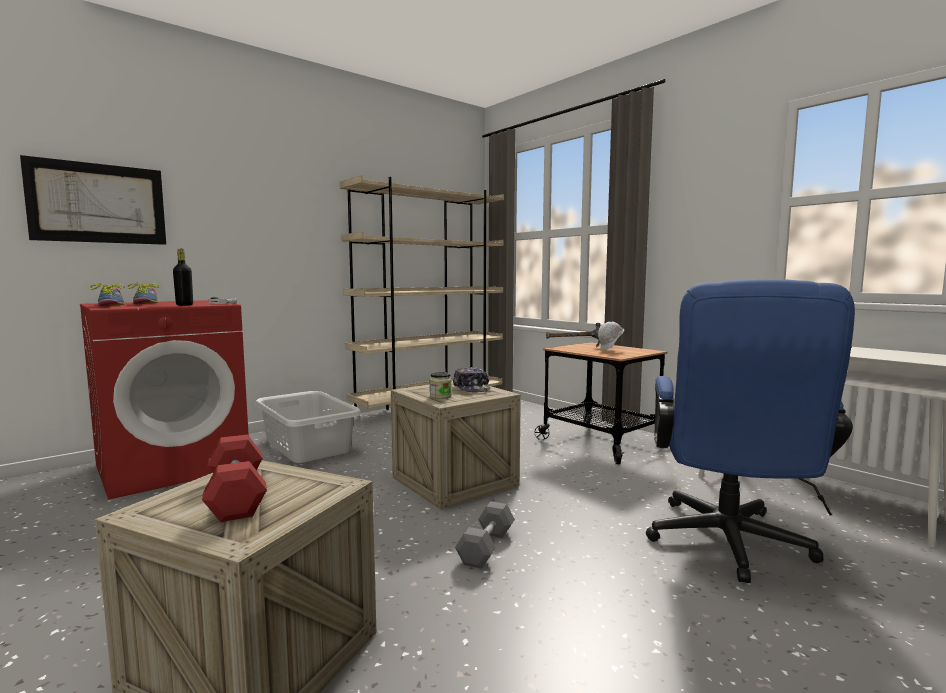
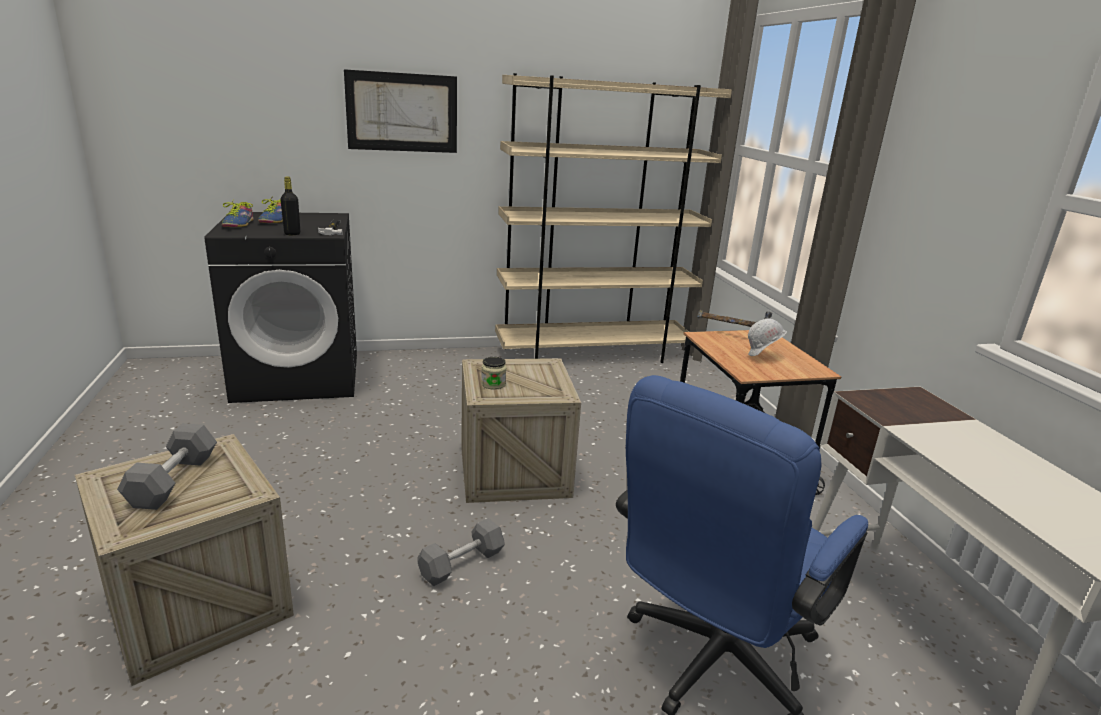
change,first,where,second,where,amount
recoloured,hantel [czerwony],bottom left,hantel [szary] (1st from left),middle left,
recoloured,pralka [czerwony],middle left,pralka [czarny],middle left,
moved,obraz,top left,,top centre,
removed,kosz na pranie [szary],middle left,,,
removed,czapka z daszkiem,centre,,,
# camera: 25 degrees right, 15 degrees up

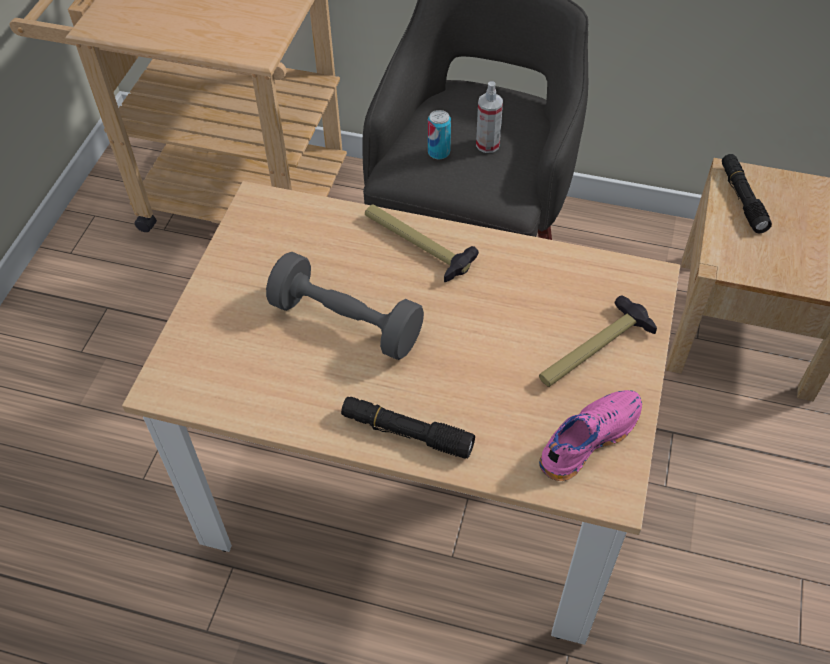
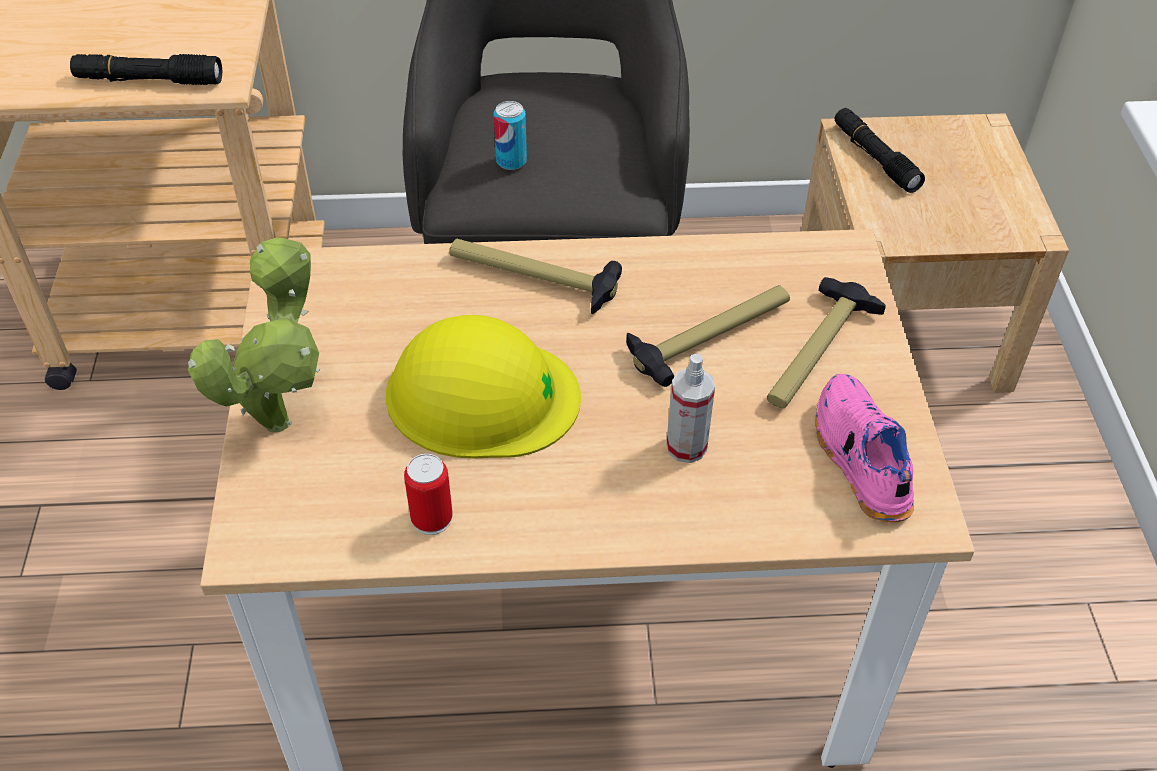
change,first,where,second,where,amount
moved,latarka [czarny] (1st from left),centre,,top left,
added,,,roślina doniczkowa,middle left,
replaced,hantel [szary],centre,kask [żółty],centre,
added,,,puszka (1st from left),centre,
added,,,młotek (2nd from left),centre,
moved,spryskiwacz,top centre,,centre,
turned,but [różowy],middle right,,middle right,45 degrees counterclockwise
# camera: 20 degrees left, 5 degrees down

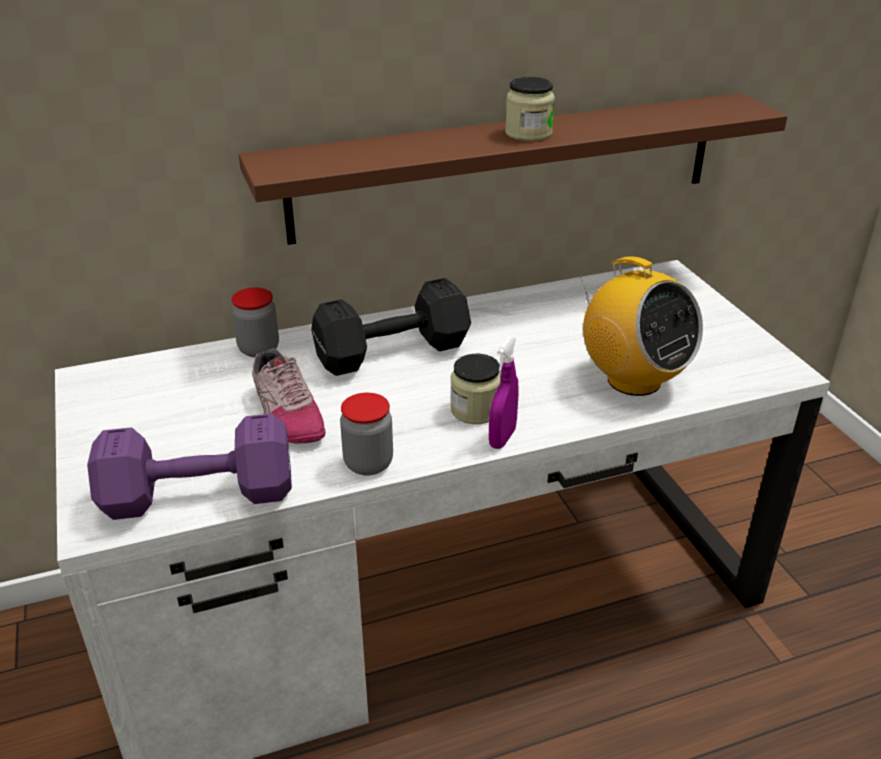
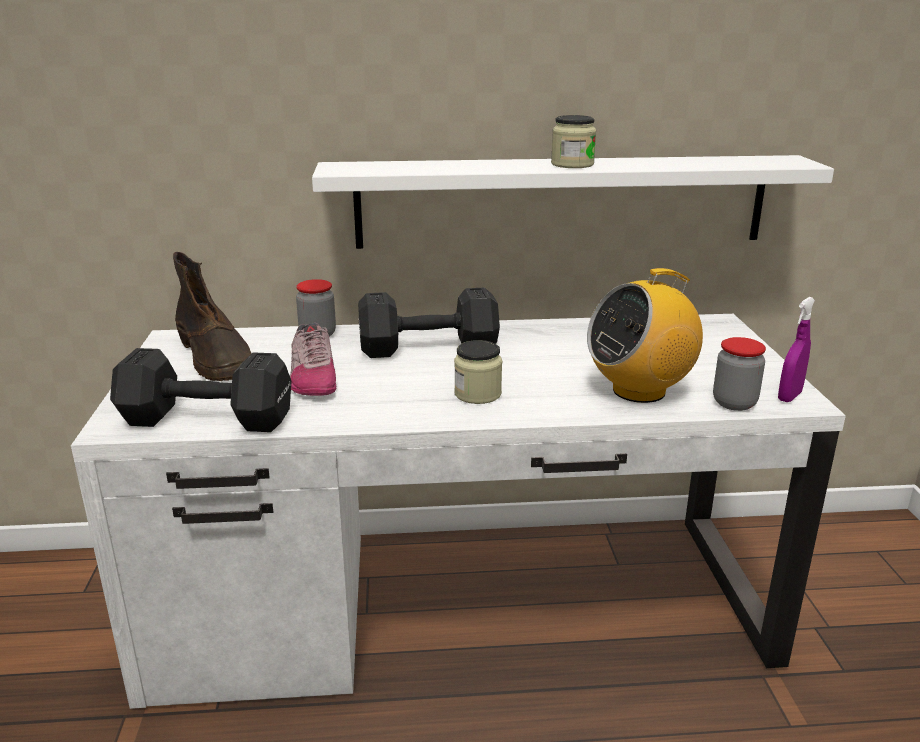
change,first,where,second,where,amount
recoloured,hantel [fioletowy],middle left,hantel [czarny] (1st from left),middle left,
added,,,but z cholewką [brązowy],middle left,
recoloured,półka [brązowy],top centre,półka [biały],top centre,
turned,radio,middle right,,middle right,90 degrees clockwise
moved,słoik (2nd from left in the first image),centre,słoik (4th from left),middle right,
moved,spryskiwacz [fioletowy],centre,,middle right,
# camera: 15 degrees right, 10 degrees down

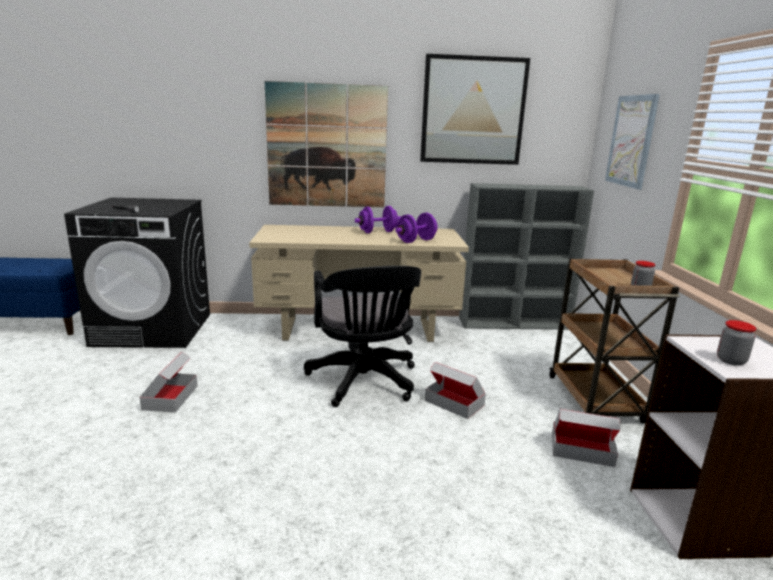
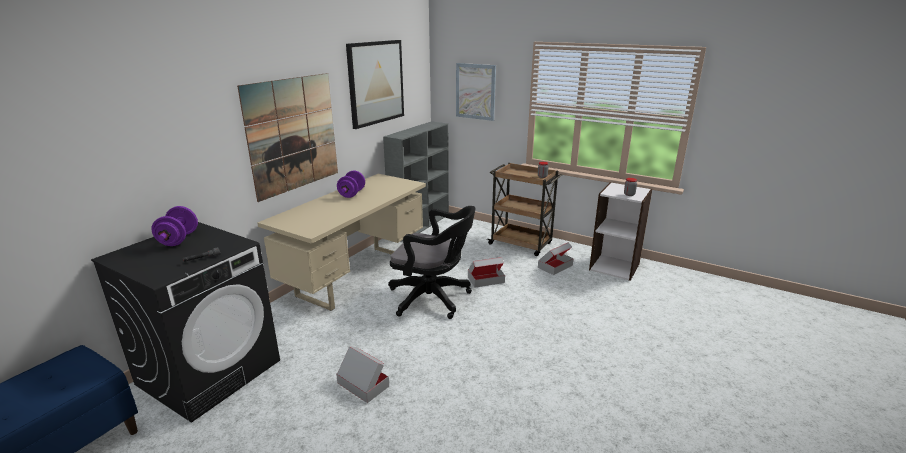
change,first,where,second,where,amount
moved,hantel [fioletowy] (2nd from left in the first image),centre,hantel [fioletowy] (1st from left),middle left,
# camera: 55 degrees left, 5 degrees up

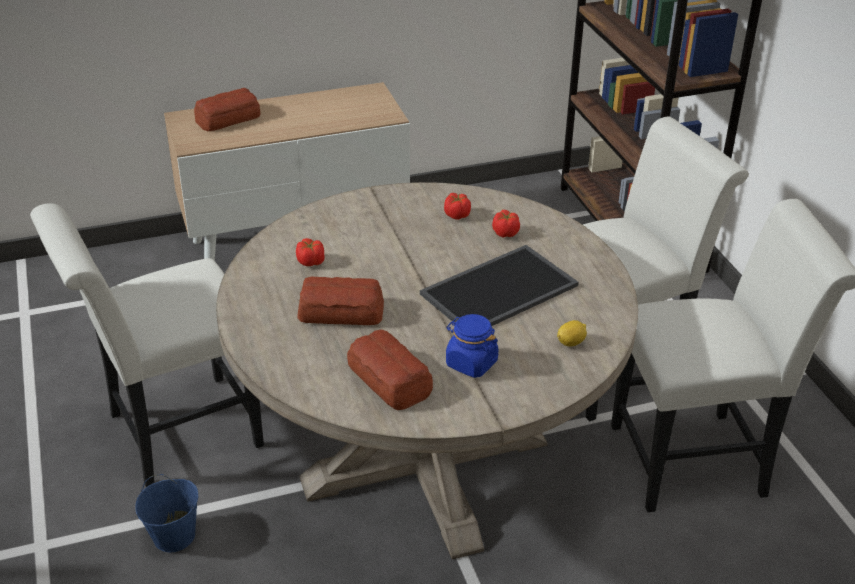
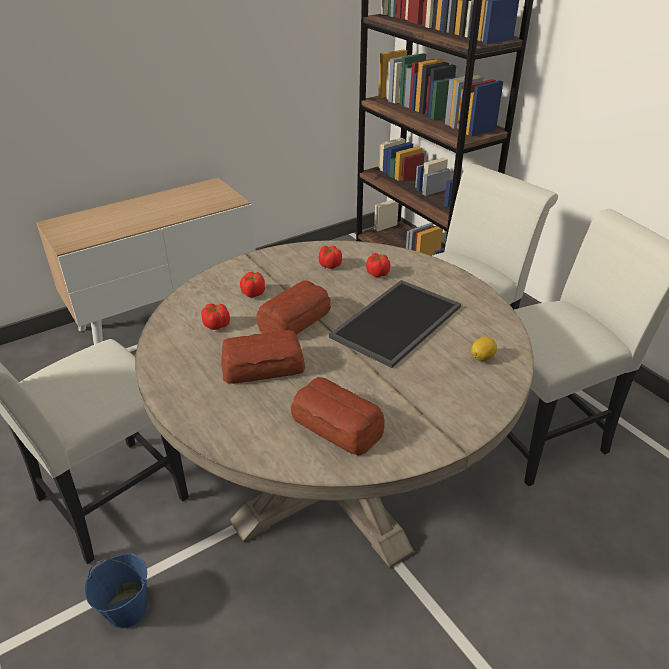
change,first,where,second,where,amount
added,,,pomidor (2nd from left),centre,
moved,chleb (1st from left in the first image),top left,chleb (2nd from left),centre,
removed,słoik [niebieski],centre,,,
# camera: 15 degrees left, 0 degrees up

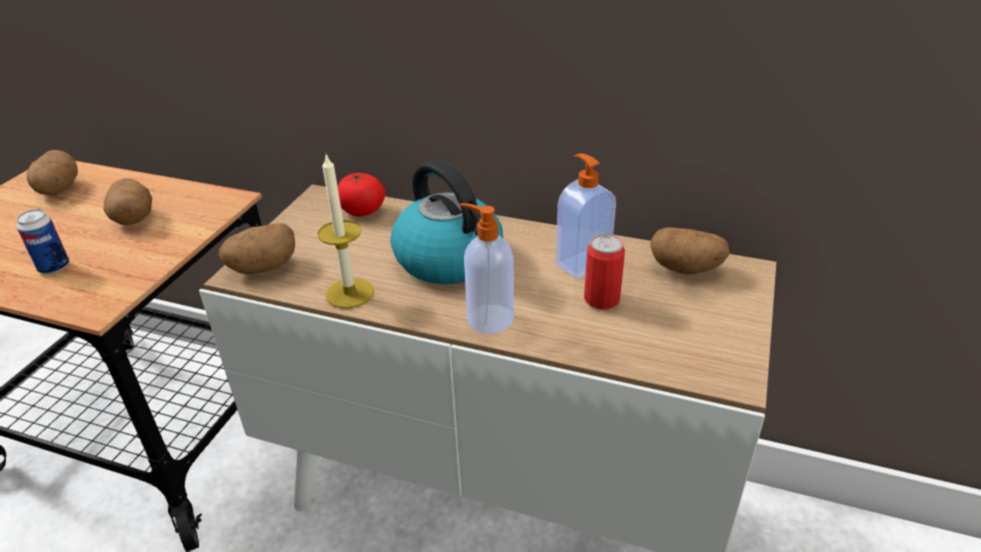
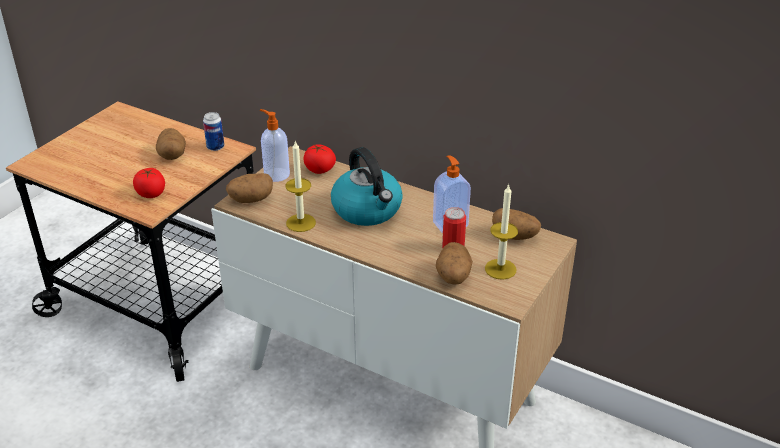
change,first,where,second,where,amount
added,,,pomidor (1st from left),middle left,
moved,puszka (1st from left),middle left,,top left,
moved,dozownik mydła (1st from left),centre,,top centre,
moved,ziemniak (1st from left in the first image),top left,ziemniak (3rd from left),centre,
added,,,świeca (2nd from left),centre,
# camera: 10 degrees right, 0 degrees up

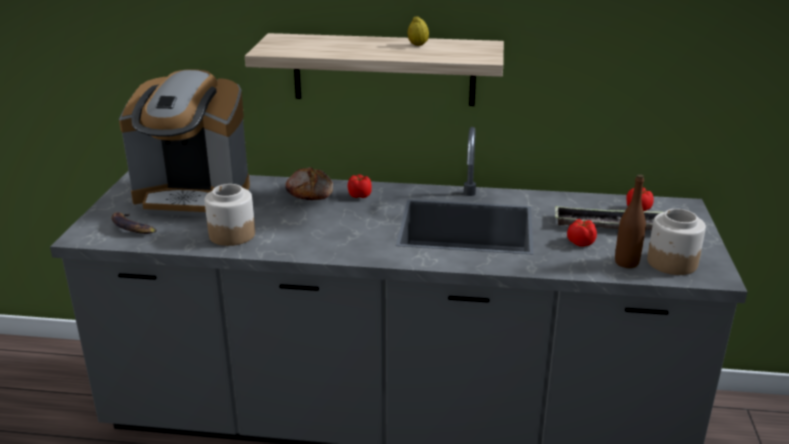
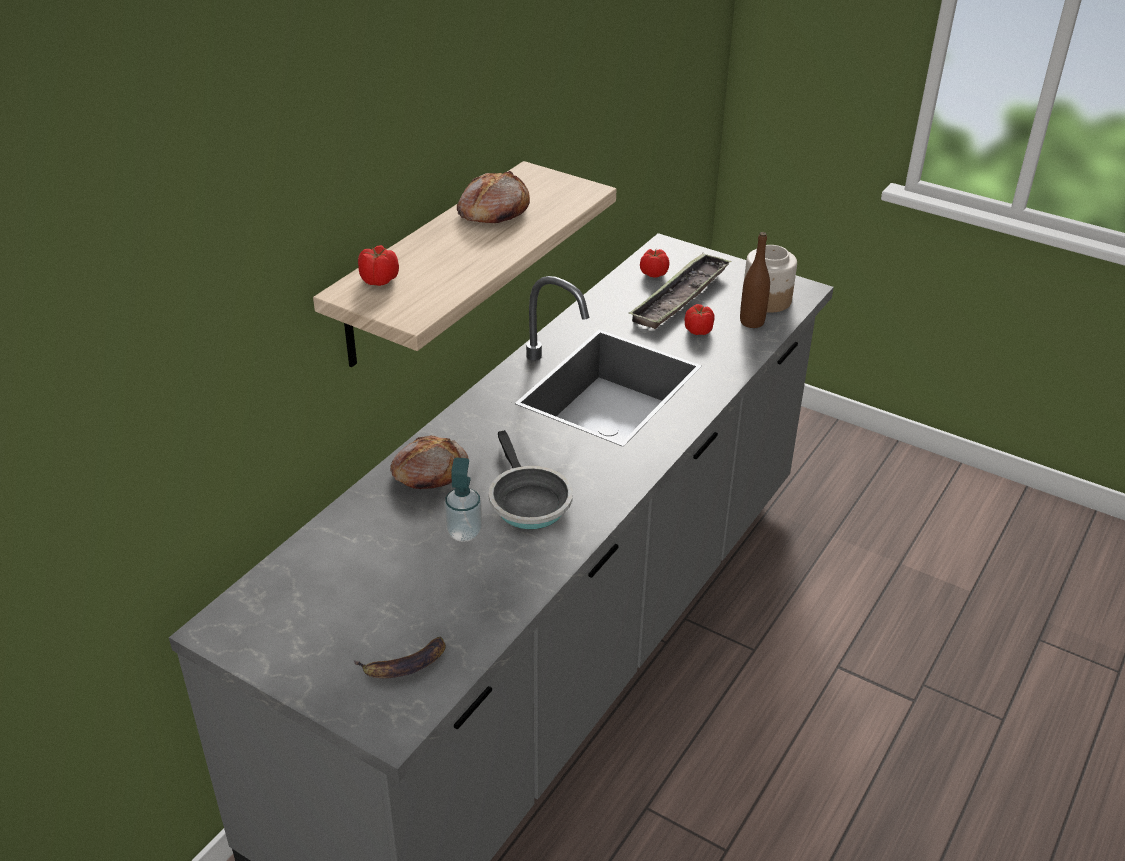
change,first,where,second,where,amount
moved,pomidor (1st from left),centre,,top centre,
added,,,dozownik mydła,centre,
replaced,cytryna,top centre,chleb (2nd from left),top centre,
added,,,patelnia,centre,
removed,ekspres do kawy,top left,,,
removed,słoik (1st from left),middle left,,,
# camera: 65 degrees left, 10 degrees up

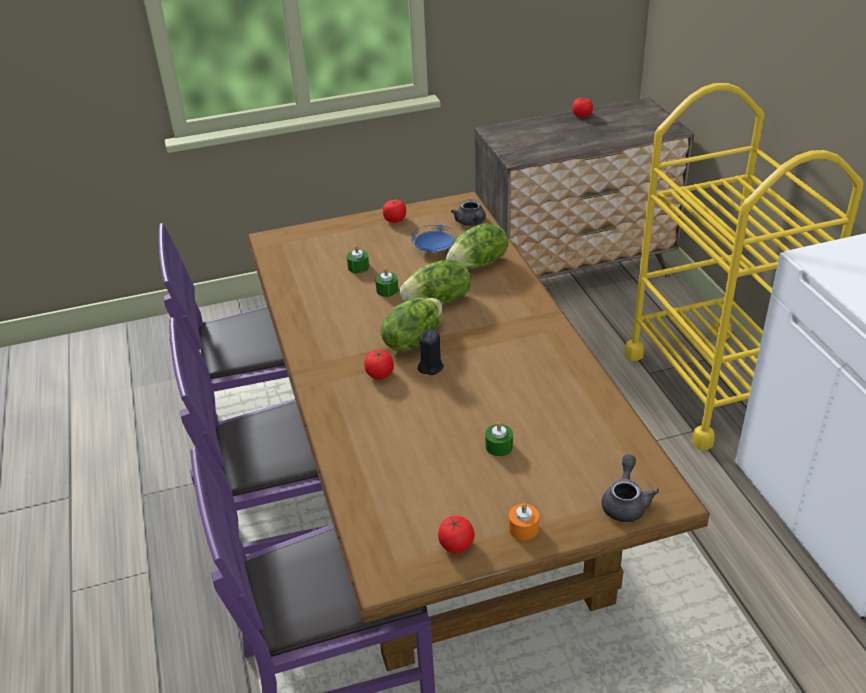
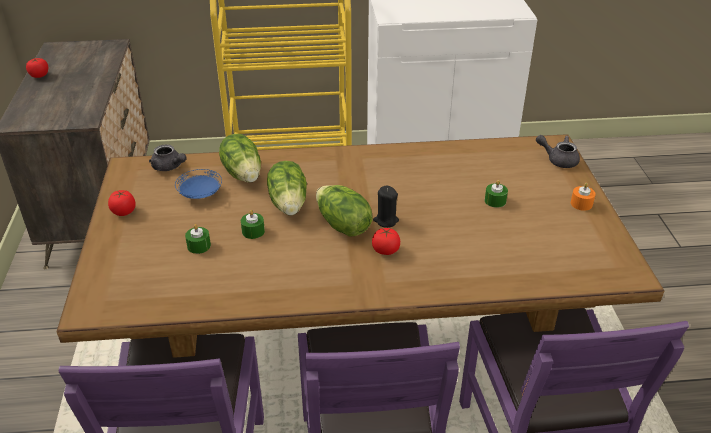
change,first,where,second,where,amount
turned,imbryk [szary] (1st from left),top centre,,middle left,45 degrees clockwise
removed,pomidor (3rd from left),bottom centre,,,
# camera: 80 degrees left, 0 degrees up

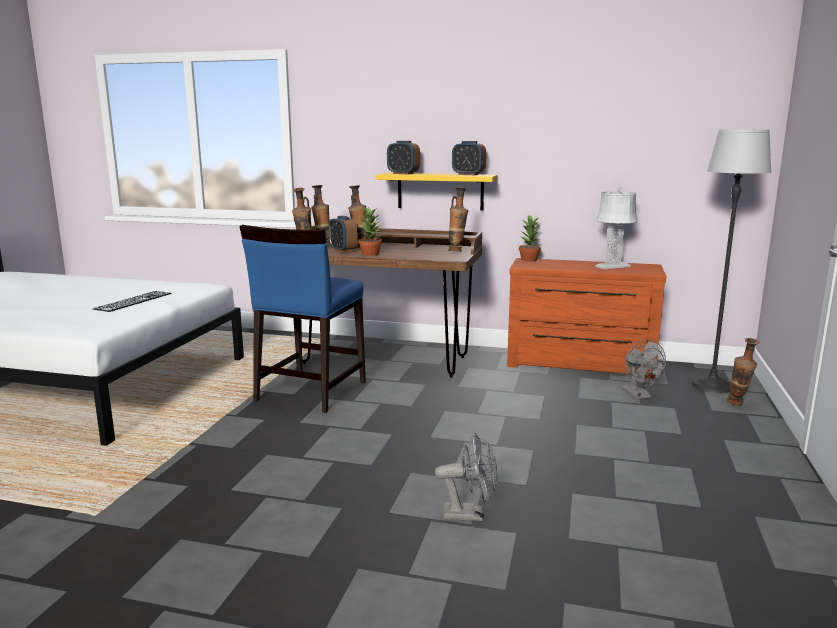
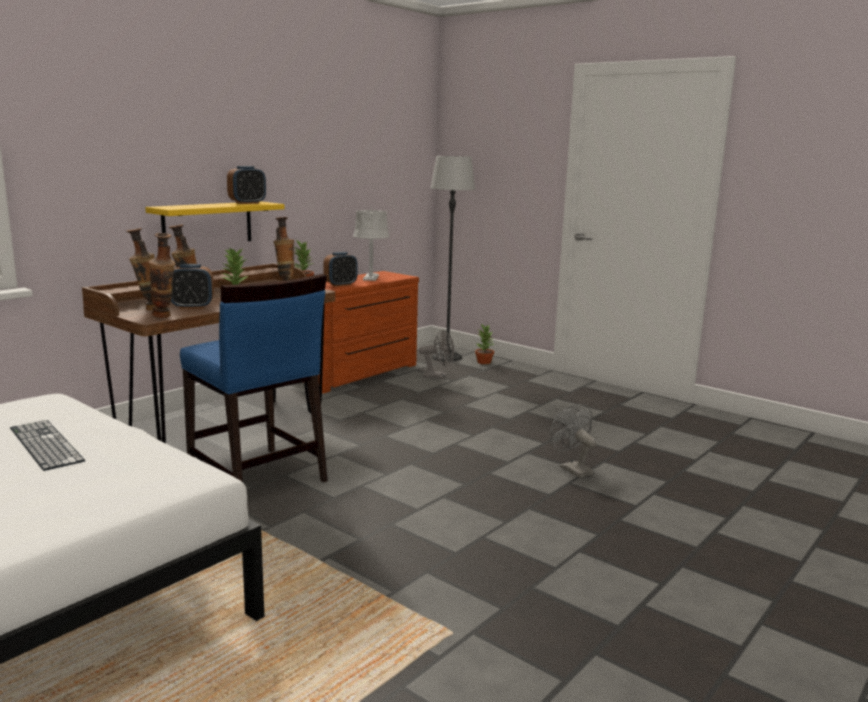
change,first,where,second,where,amount
moved,budzik (2nd from left in the first image),top centre,budzik (3rd from left),centre,
replaced,wazon (5th from left),middle right,roślina doniczkowa (3rd from left),centre,
turned,wentylator [szary] (1st from left in the first image),bottom centre,wentylator [szary] (2nd from left),centre,60 degrees counterclockwise
# camera: 65 degrees left, 0 degrees up

